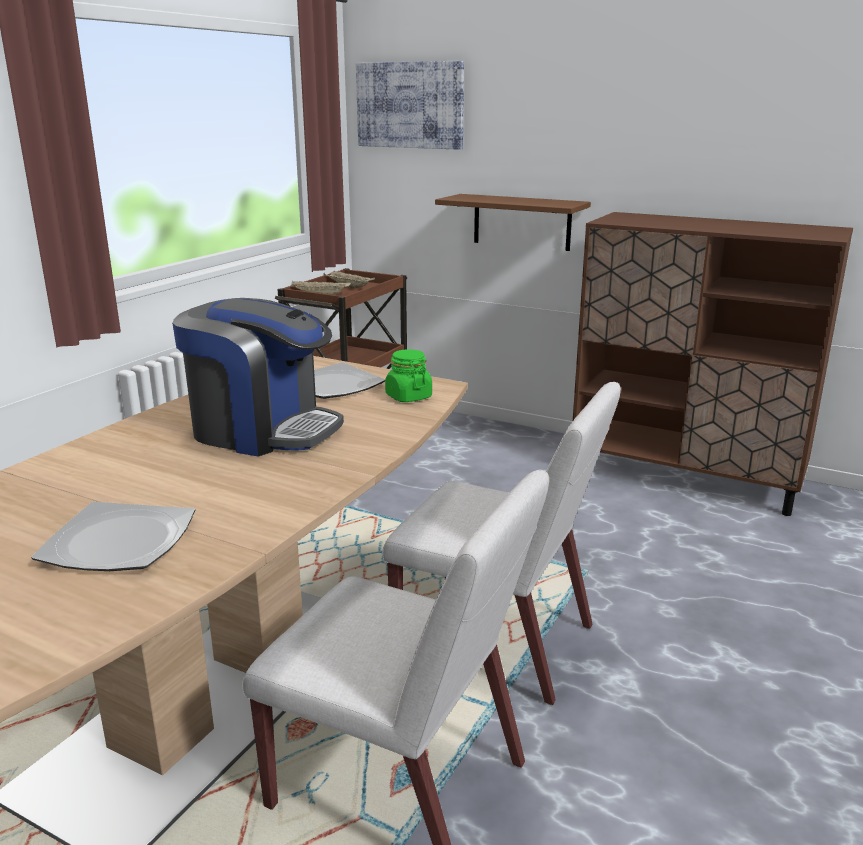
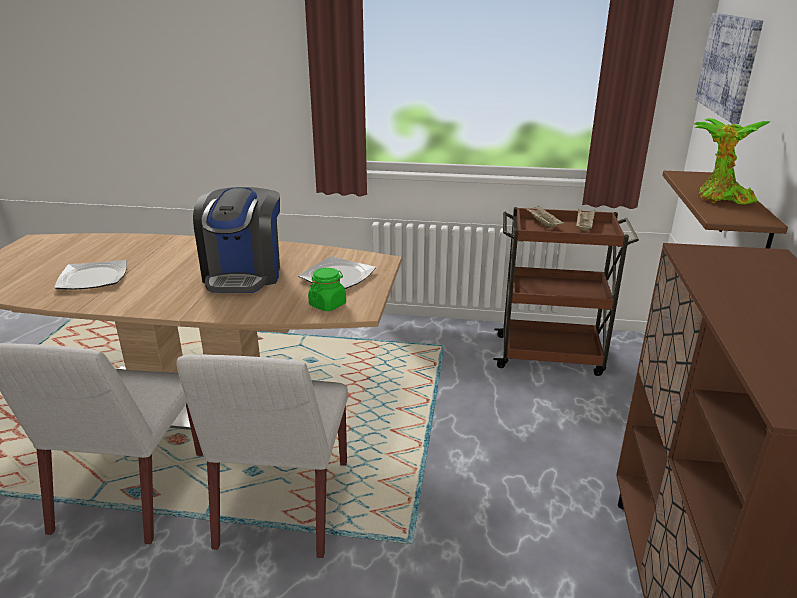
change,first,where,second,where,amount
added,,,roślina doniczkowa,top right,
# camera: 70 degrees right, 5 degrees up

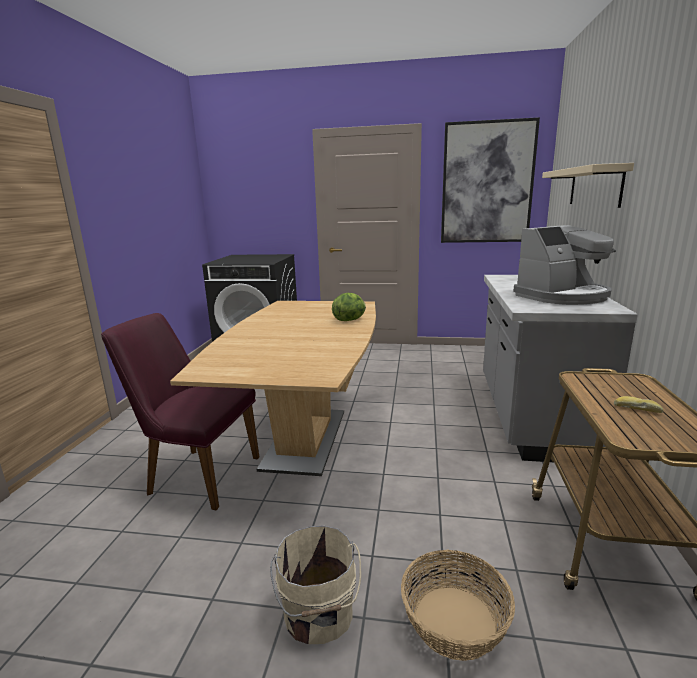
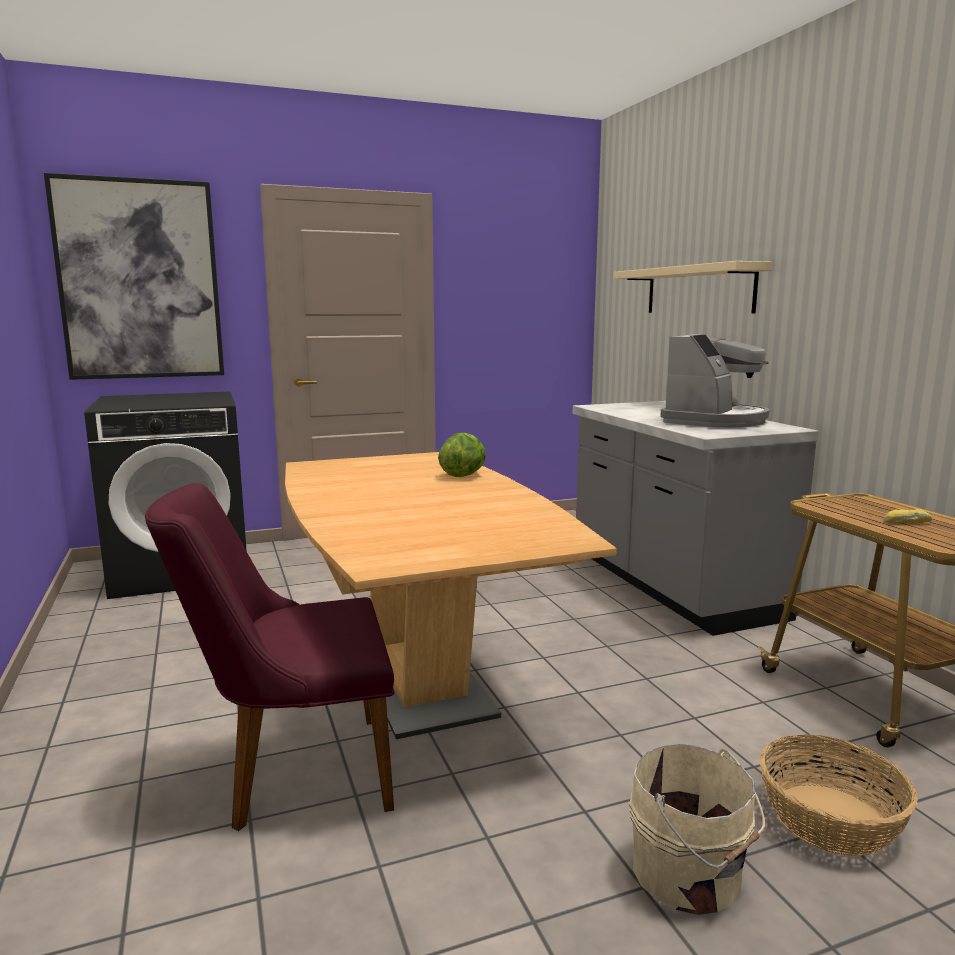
change,first,where,second,where,amount
moved,obraz,top right,,top left,
# camera: 30 degrees left, 5 degrees down

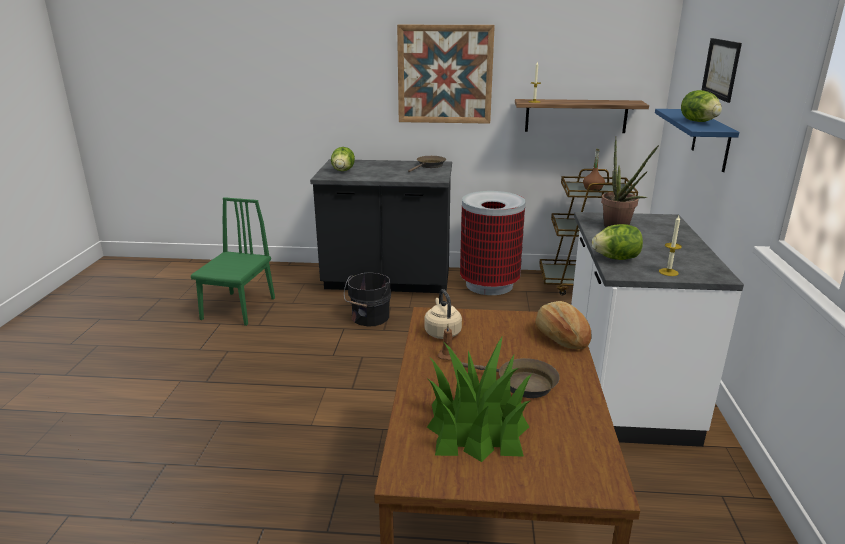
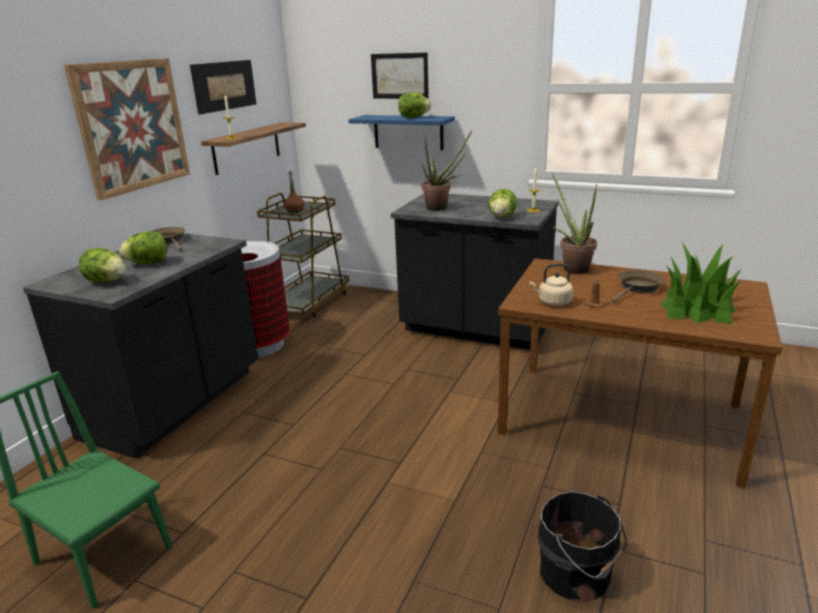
change,first,where,second,where,amount
added,,,sałata (2nd from left),middle left,
added,,,obraz (2nd from left),top left,
recoloured,zabudowa kuchenna [biały],middle right,zabudowa kuchenna [czarny] (2nd from left),centre,
moved,wiadro [czarny],centre,,bottom right,
replaced,chleb,centre,roślina doniczkowa (2nd from left),middle right,
# camera: 70 degrees left, 0 degrees up

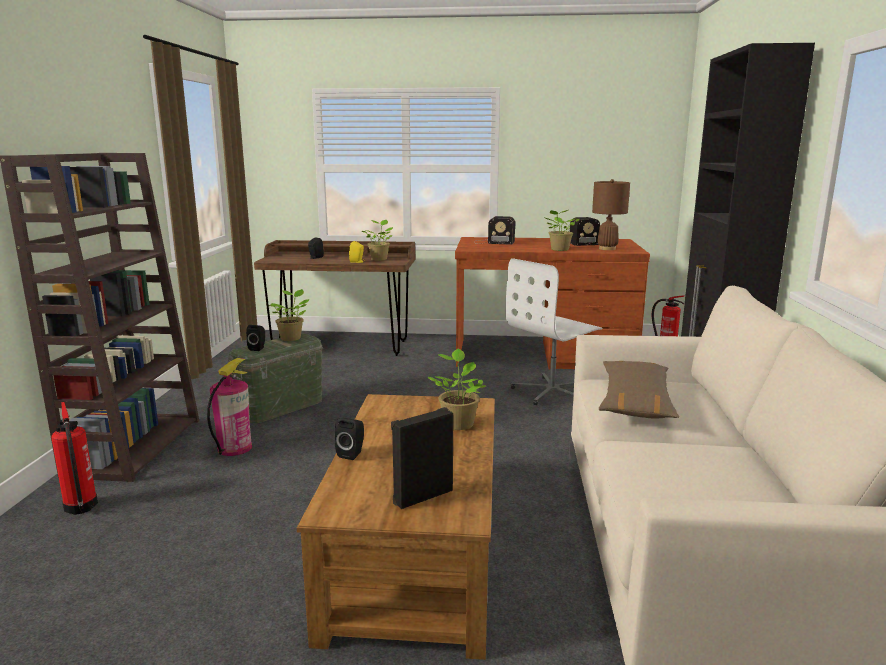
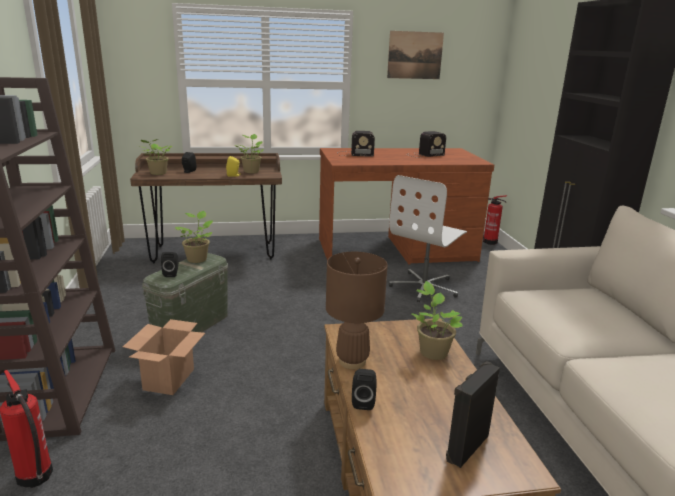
change,first,where,second,where,amount
replaced,gaśnica (2nd from left),middle left,karton,bottom left,
moved,roślina doniczkowa (4th from left in the first image),centre,roślina doniczkowa (1st from left),top left,
moved,lampa stołowa [brązowy],top right,,centre,
added,,,obraz,top centre,
removed,poduszka [brązowy],middle right,,,
# camera: 15 degrees left, 5 degrees up

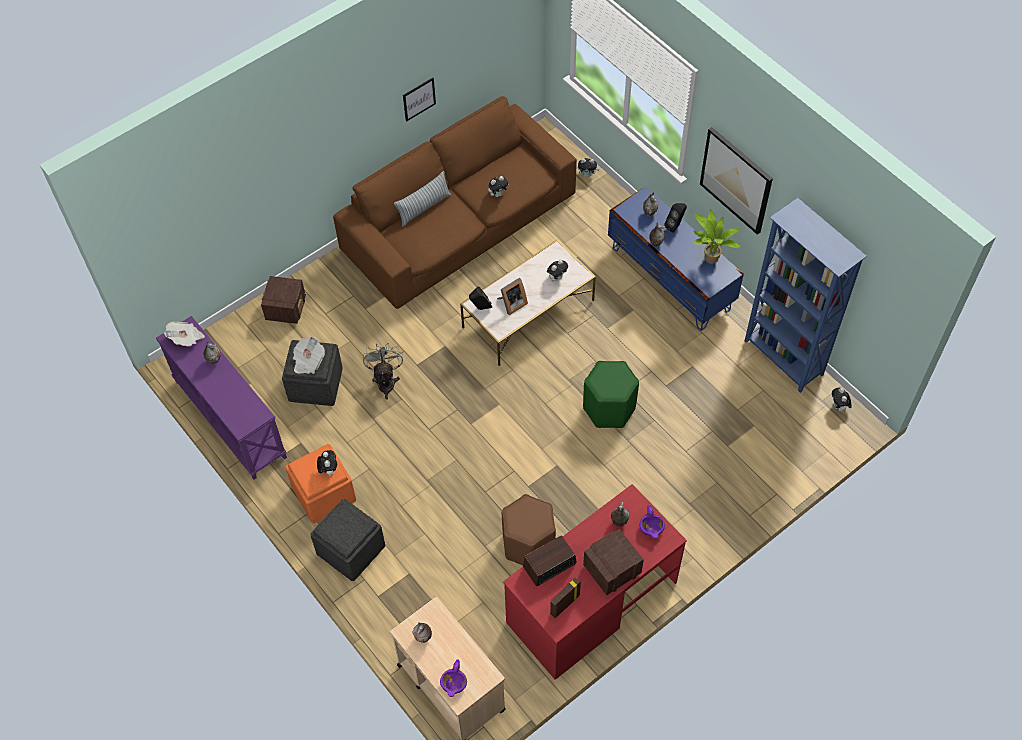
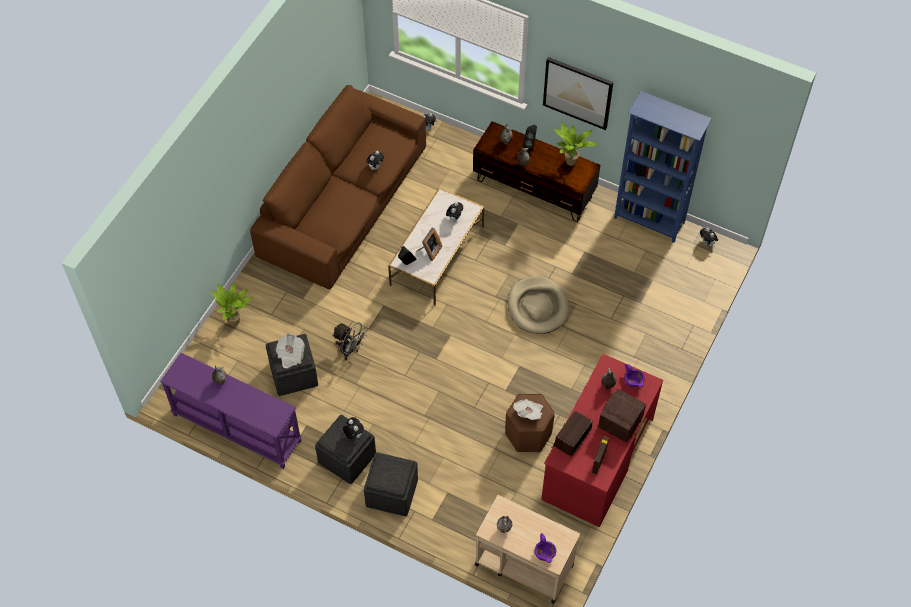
change,first,where,second,where,amount
replaced,radio (1st from left),middle left,roślina doniczkowa (1st from left),middle left,
recoloured,pufa [pomarańczowy],middle left,pufa [szary] (2nd from left),bottom centre,
turned,wentylator [szary],centre,,centre,150 degrees clockwise
recoloured,szafka pod telewizor [niebieski],centre,szafka pod telewizor [brązowy],top centre,
replaced,stołek [zielony],centre,legowisko [beżowy],centre,
moved,gazeta (1st from left in the first image),middle left,gazeta (2nd from left),bottom centre,
removed,poduszka,top centre,,,
removed,obraz (1st from left),top centre,,,
# camera: 25 degrees left, 0 degrees up

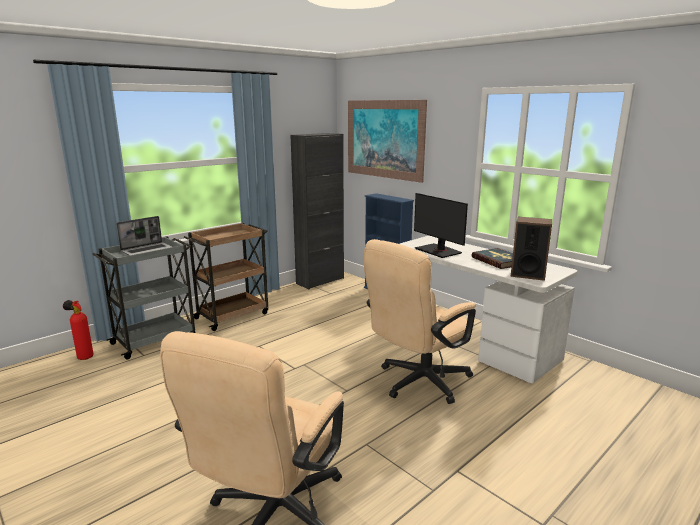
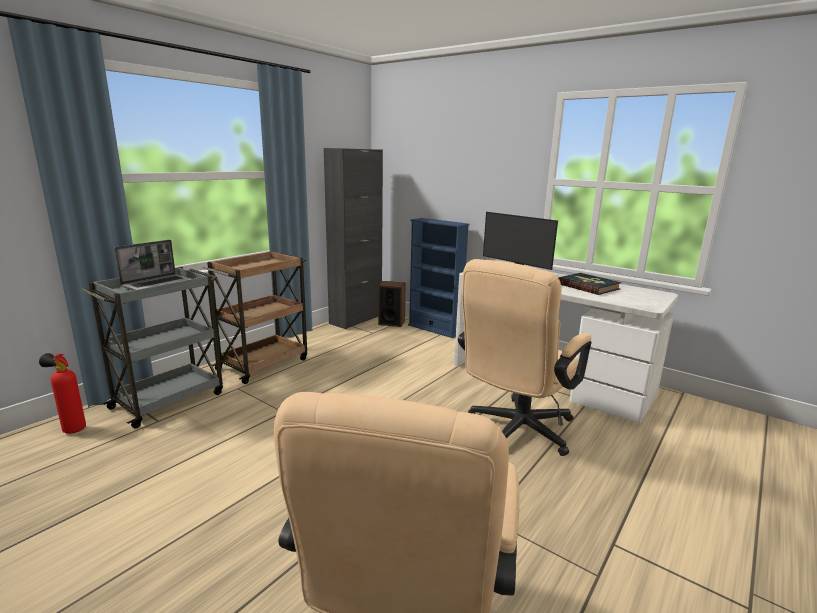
change,first,where,second,where,amount
moved,głośnik,middle right,,centre,
removed,obraz,top centre,,,
# camera: 10 degrees left, 0 degrees up

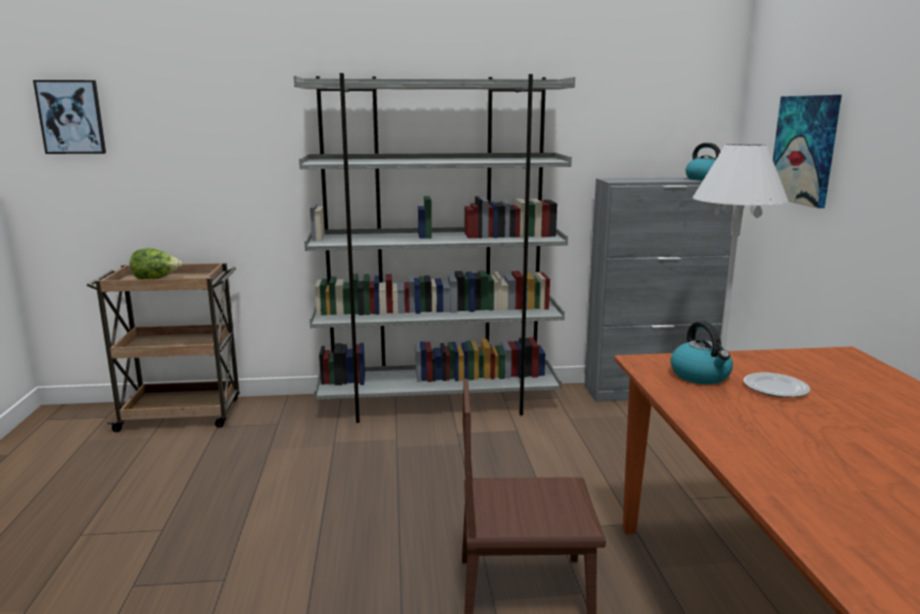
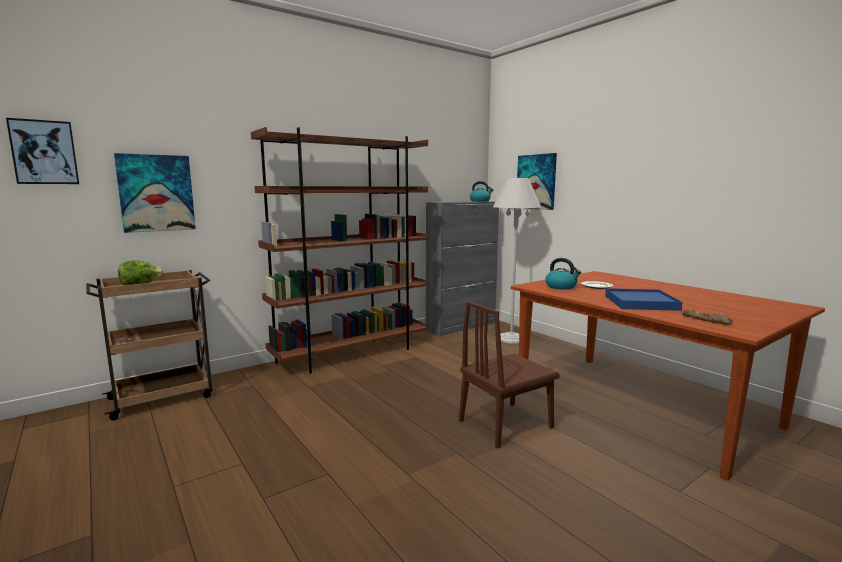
change,first,where,second,where,amount
added,,,obraz (2nd from left),middle left,
recoloured,regał [szary],centre,regał [brązowy],centre,
added,,,taca [niebieski],middle right,
added,,,chleb,middle right,
# camera: 30 degrees left, 5 degrees down

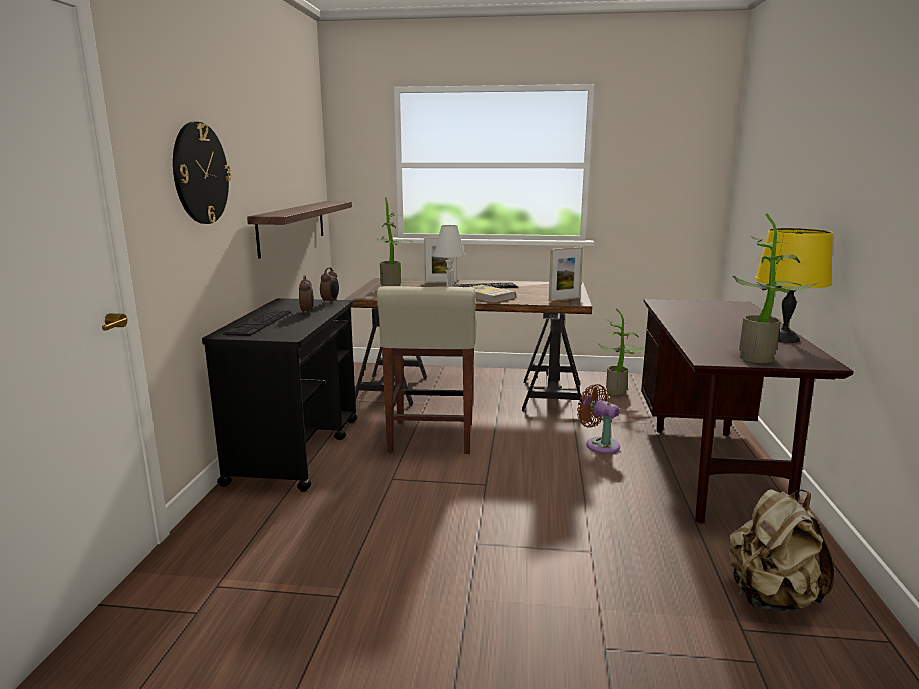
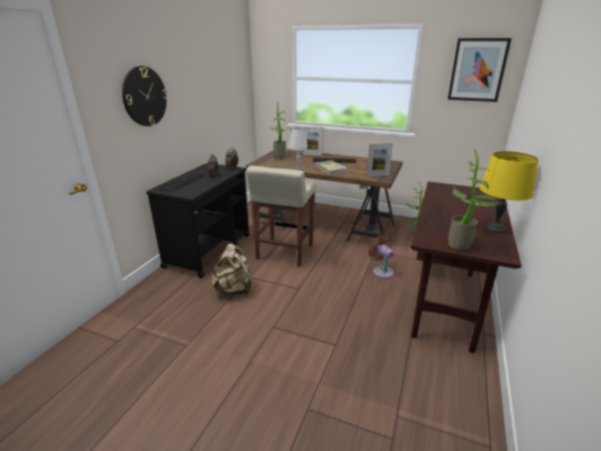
change,first,where,second,where,amount
moved,plecak [beżowy],bottom right,,centre,
added,,,obraz,top right,
removed,półka,middle left,,,
# camera: 15 degrees right, 10 degrees up

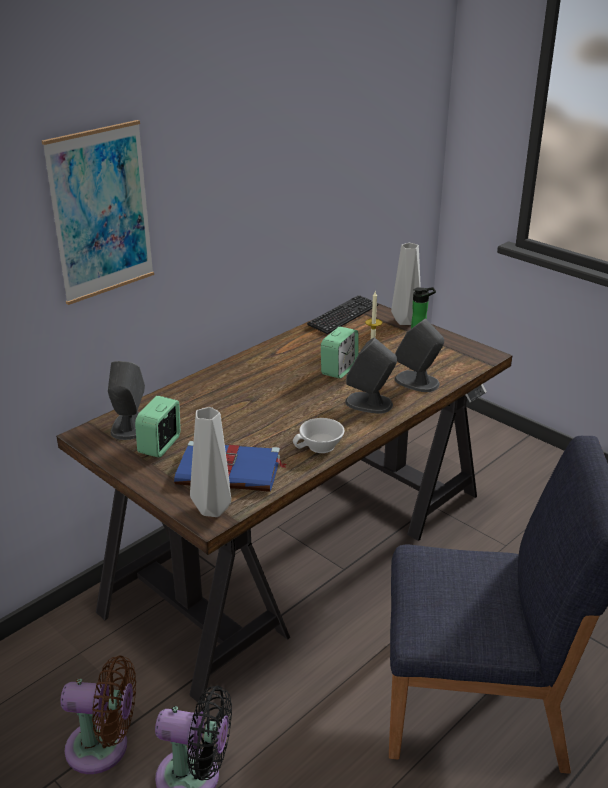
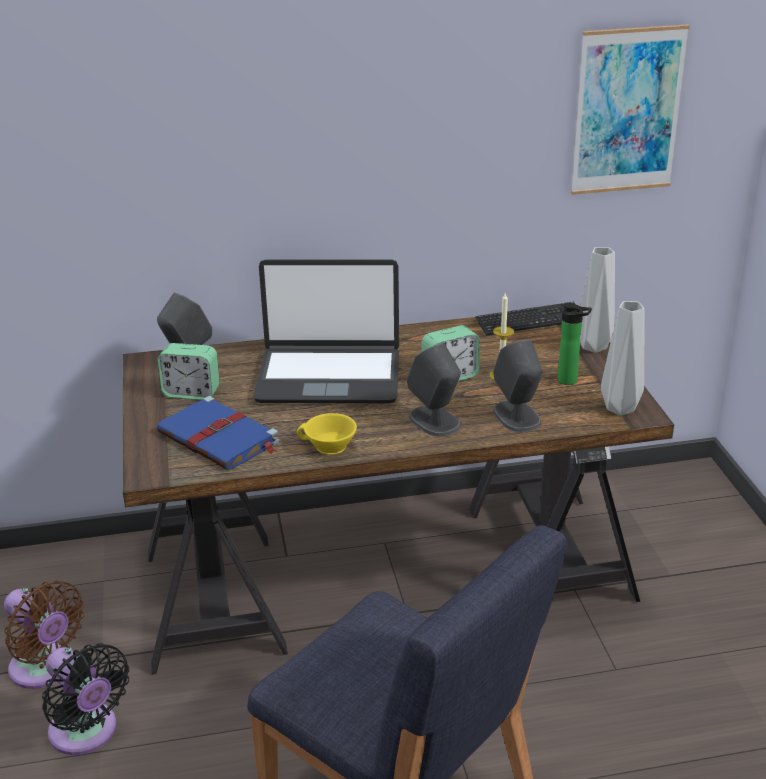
change,first,where,second,where,amount
turned,budzik (1st from left),middle left,,middle left,135 degrees counterclockwise
added,,,laptop,centre,
recoloured,filiżanka [biały],centre,filiżanka [żółty],centre,
moved,obraz,top left,,top right,
moved,wazon [szary] (1st from left in the first image),centre,wazon [szary] (2nd from left),middle right,
# camera: 35 degrees right, 0 degrees up

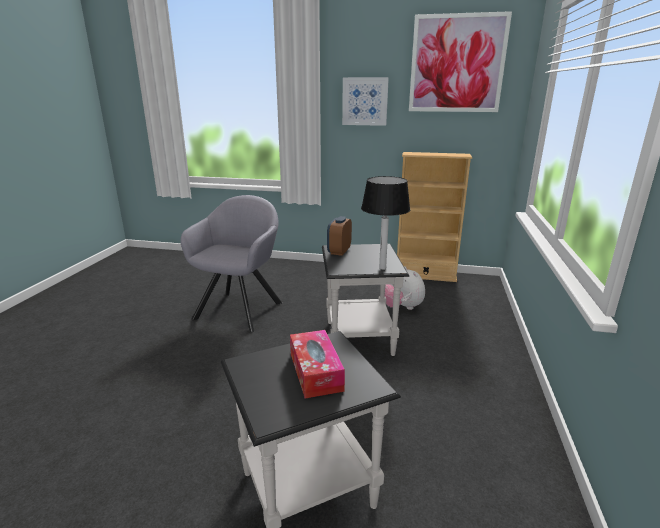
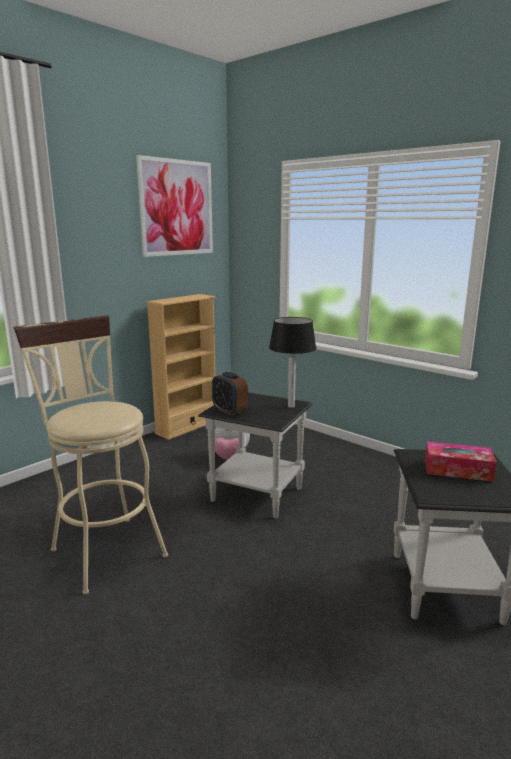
change,first,where,second,where,amount
replaced,fotel [szary],centre,stołek [beżowy],middle left,
removed,obraz (1st from left),top centre,,,
# camera: 60 degrees left, 5 degrees down

